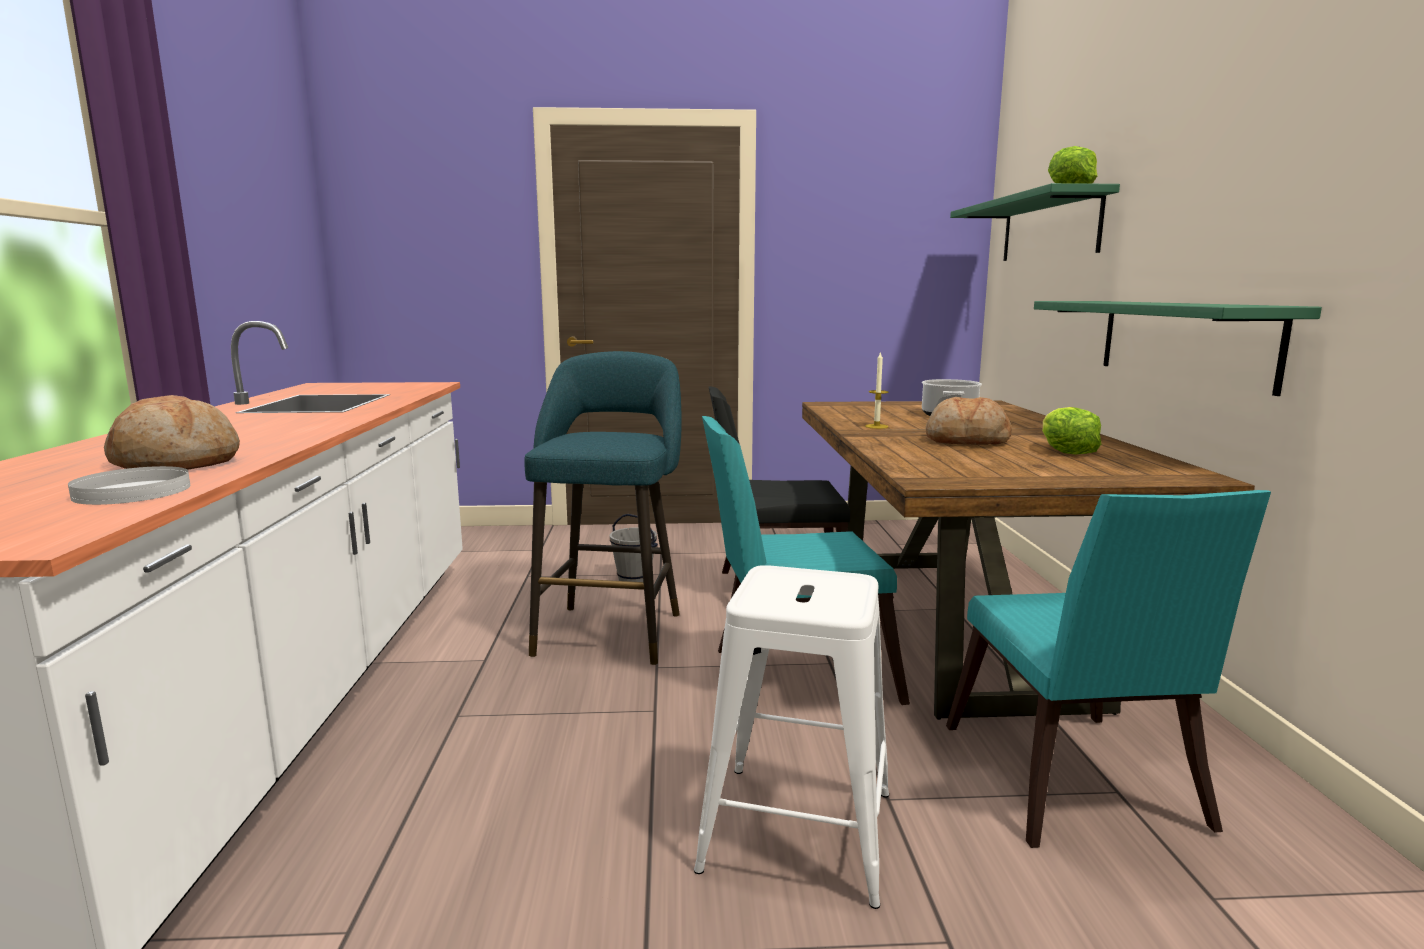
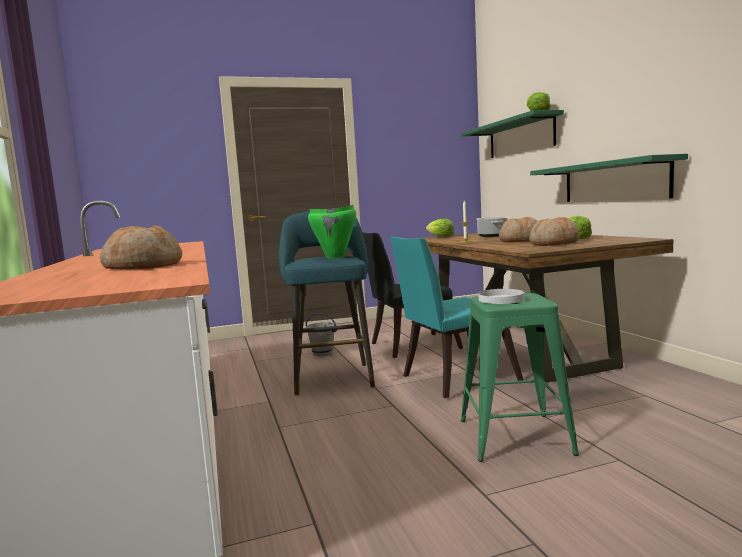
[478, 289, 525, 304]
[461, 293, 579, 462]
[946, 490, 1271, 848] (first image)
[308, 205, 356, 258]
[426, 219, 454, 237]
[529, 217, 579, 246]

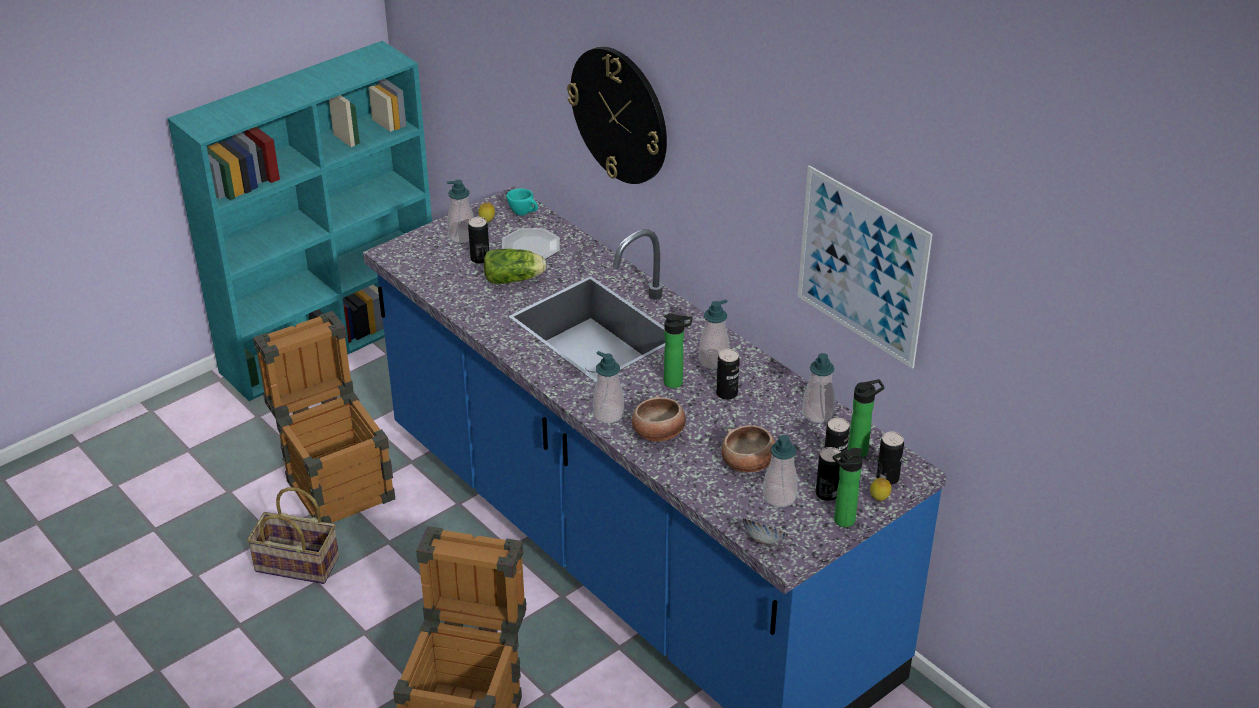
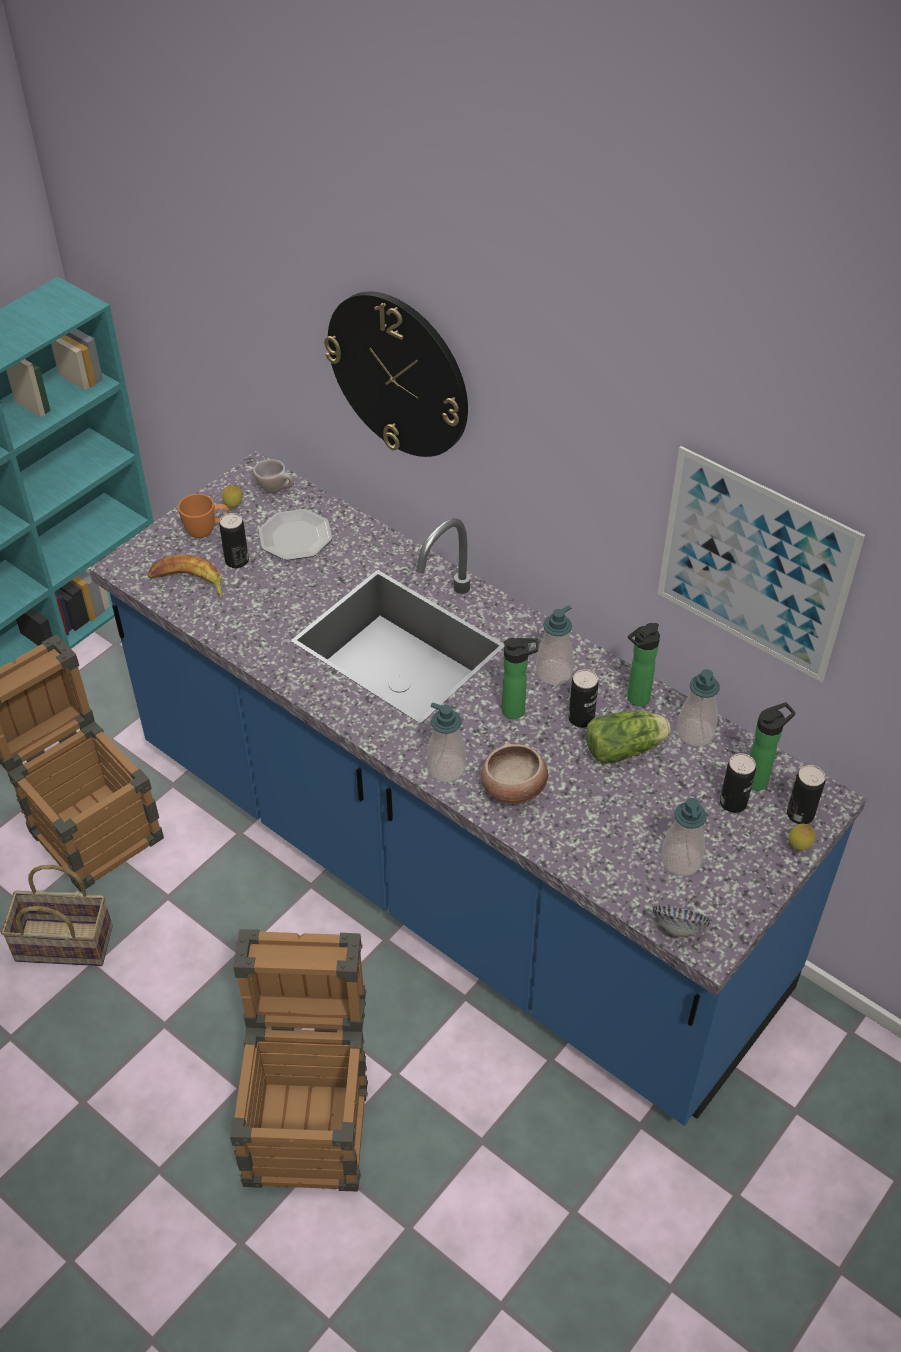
[178, 494, 230, 538]
[586, 711, 671, 763]
[253, 459, 294, 493]
[722, 425, 776, 472] (first image)
[816, 447, 841, 501] (first image)
[627, 623, 660, 706]
[148, 554, 223, 598]

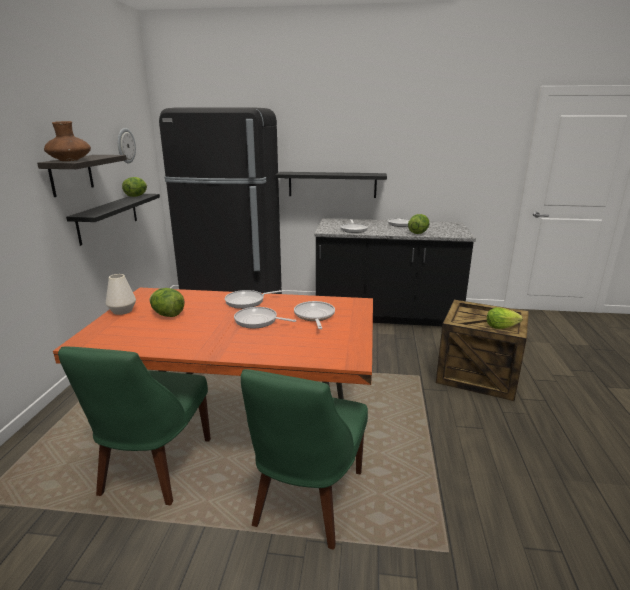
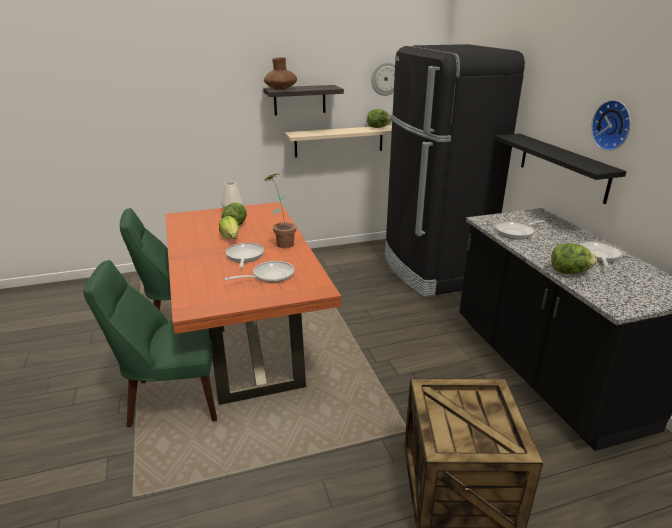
[285, 125, 392, 158]
[262, 173, 296, 248]
[219, 216, 239, 239]
[591, 100, 631, 151]

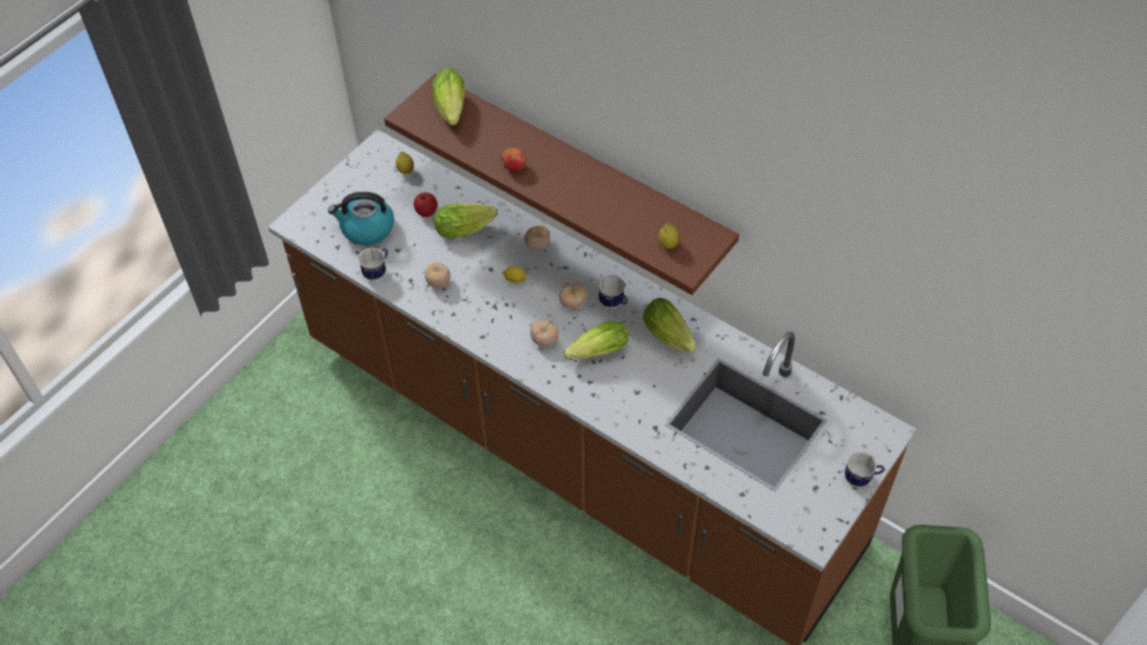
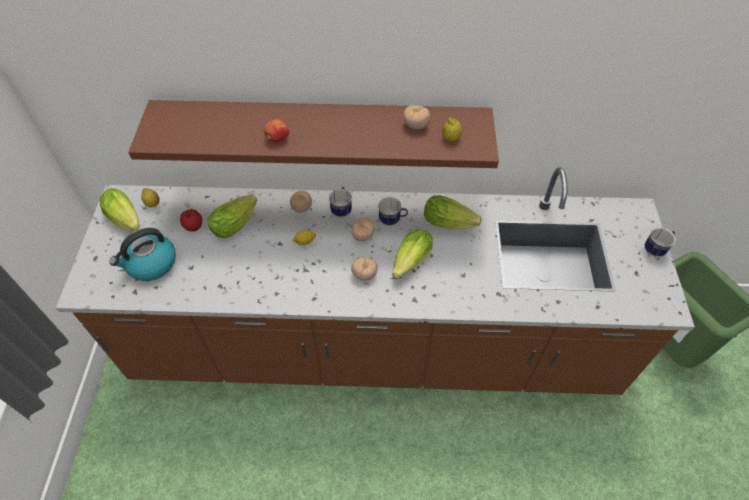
[329, 187, 352, 218]
[403, 105, 431, 130]
[99, 188, 140, 231]

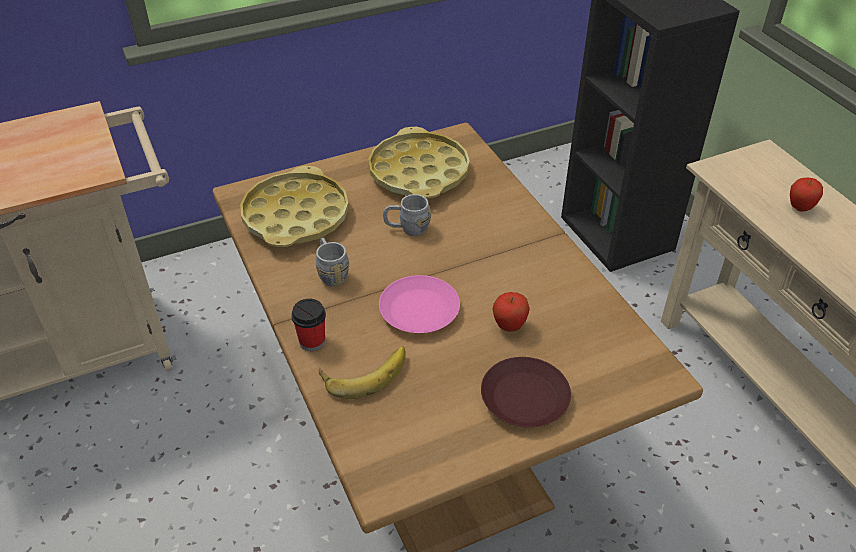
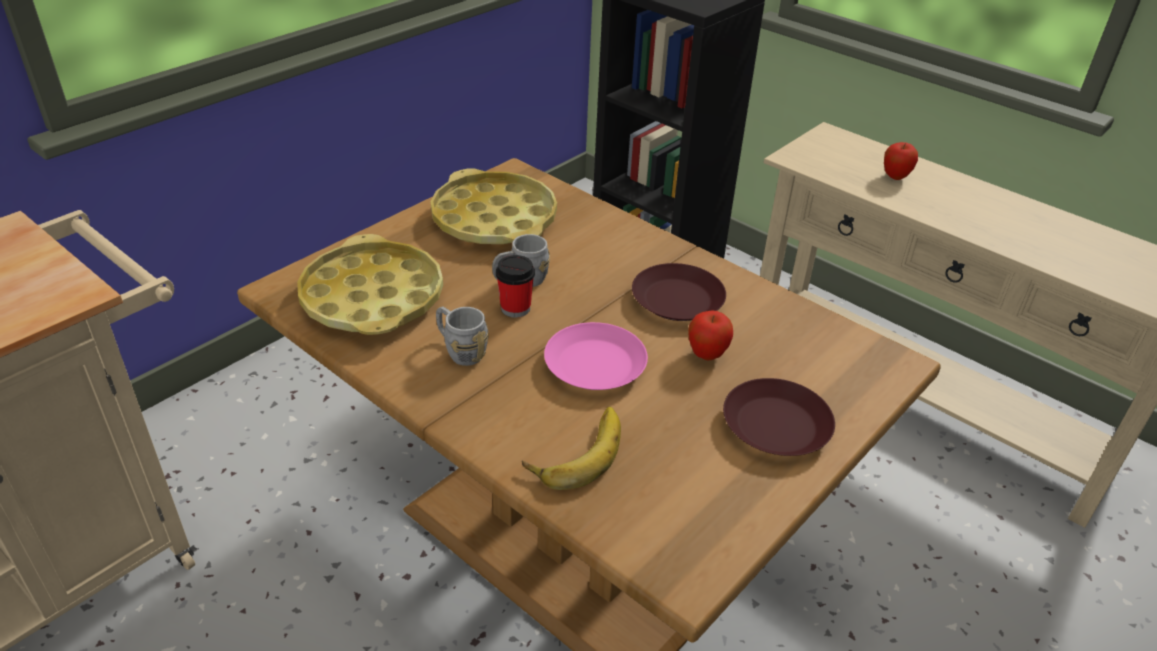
[496, 255, 535, 318]
[632, 263, 726, 321]

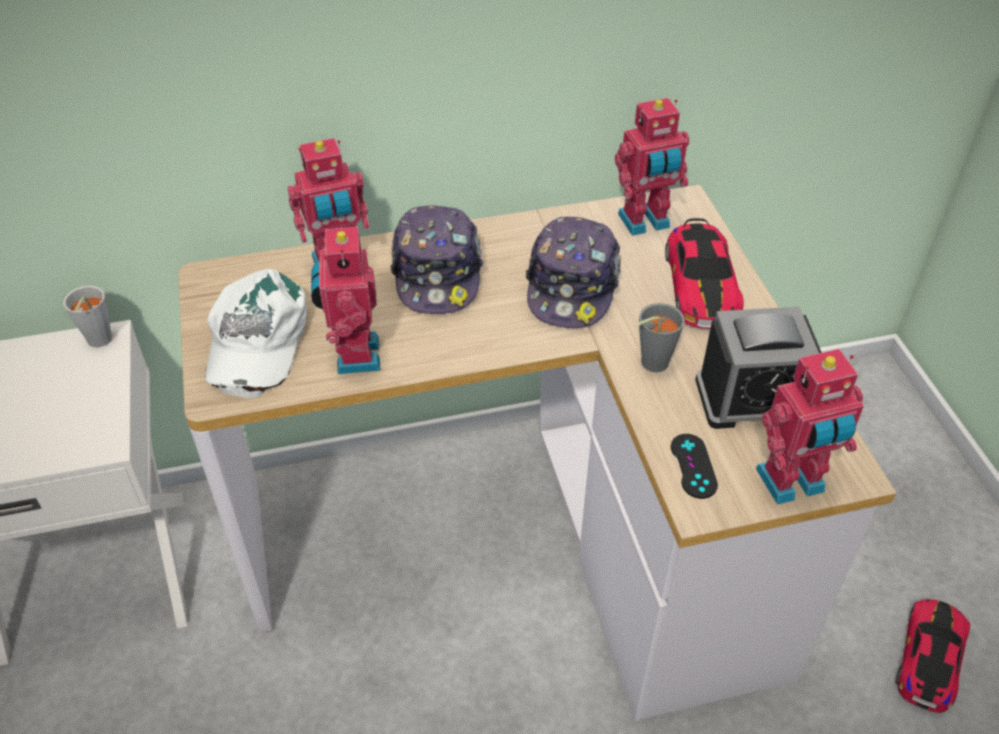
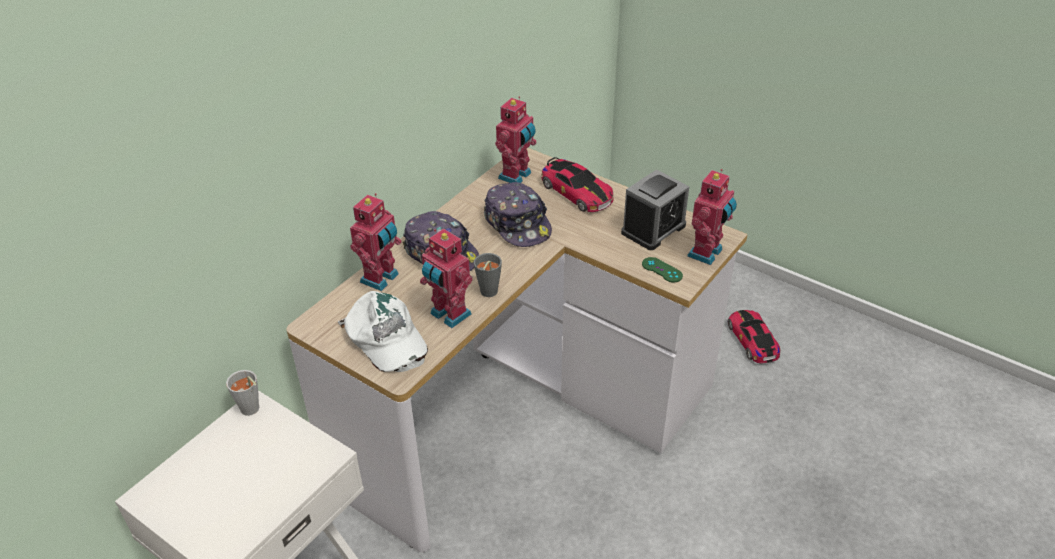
[474, 253, 502, 297]
[642, 257, 683, 282]

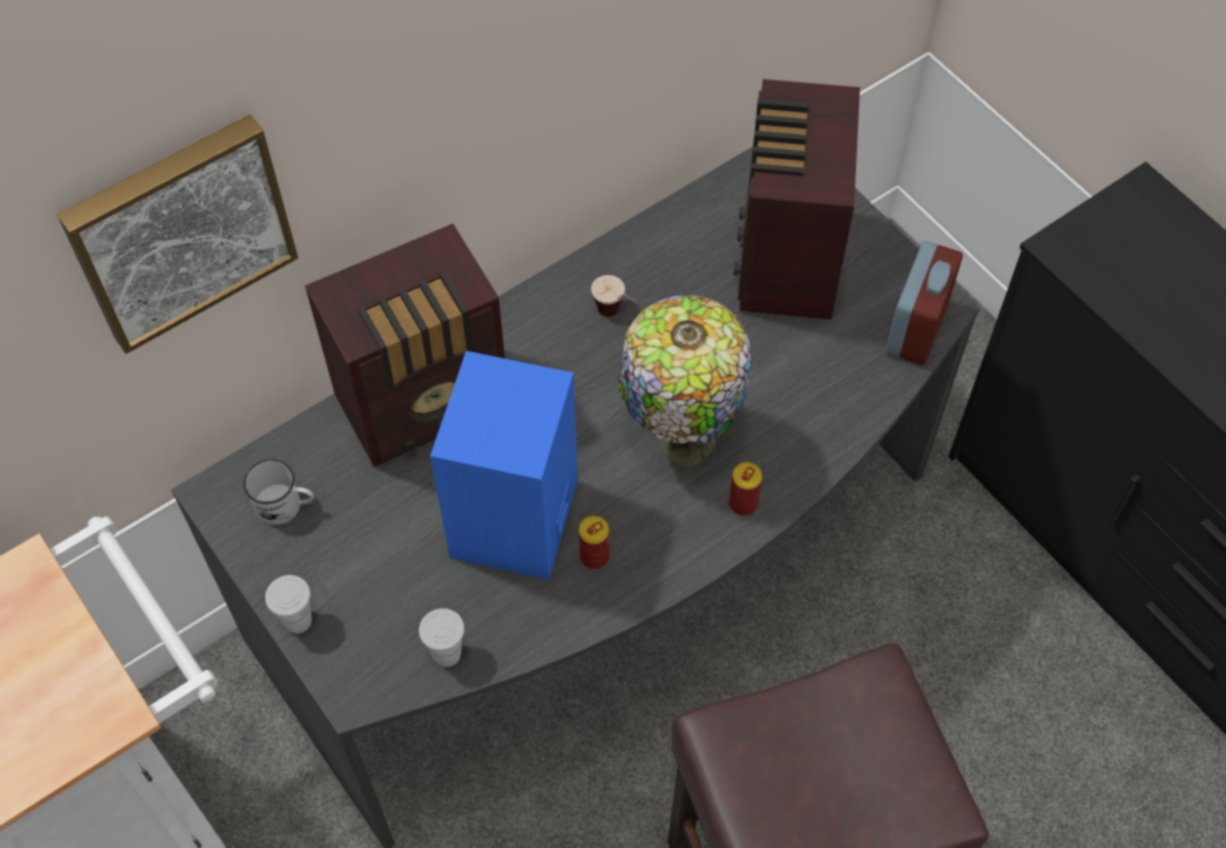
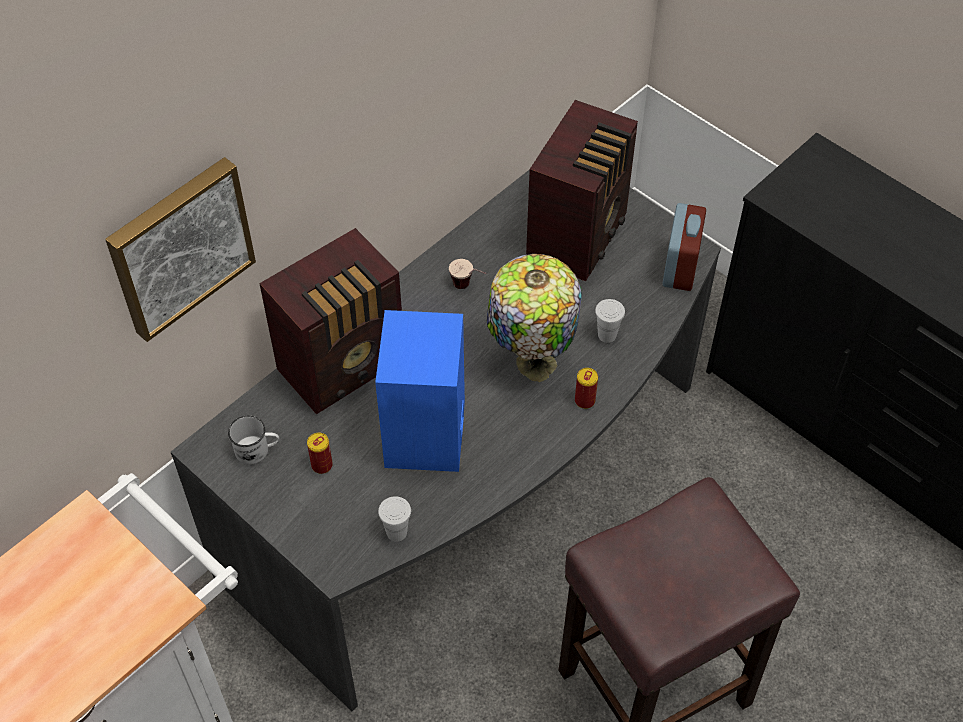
[595, 299, 625, 343]
[307, 433, 333, 474]
[526, 100, 638, 281]

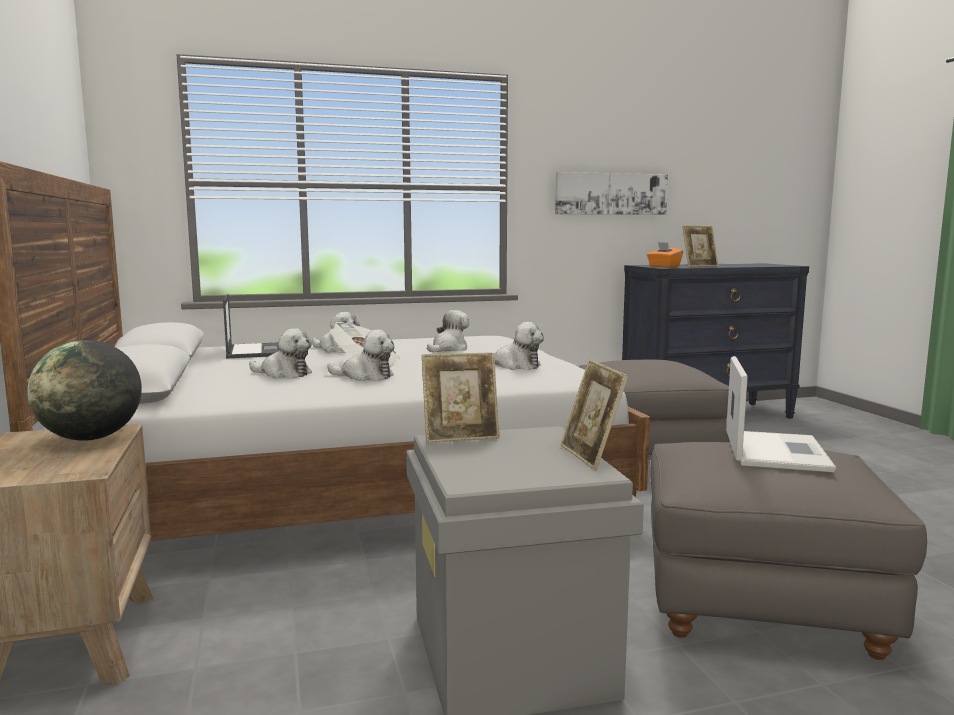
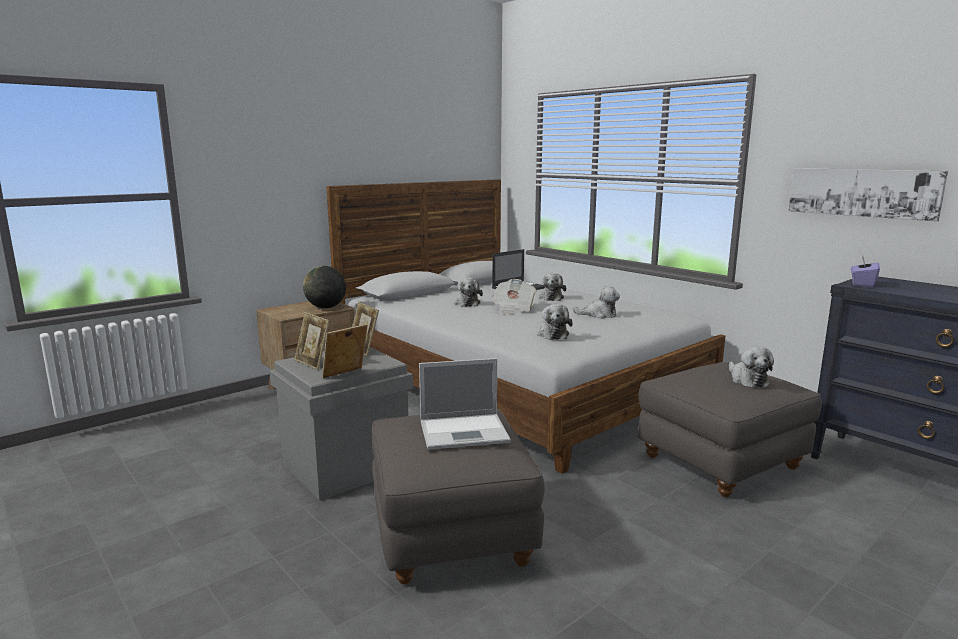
[729, 346, 774, 388]
[851, 257, 880, 288]
[294, 312, 330, 370]

